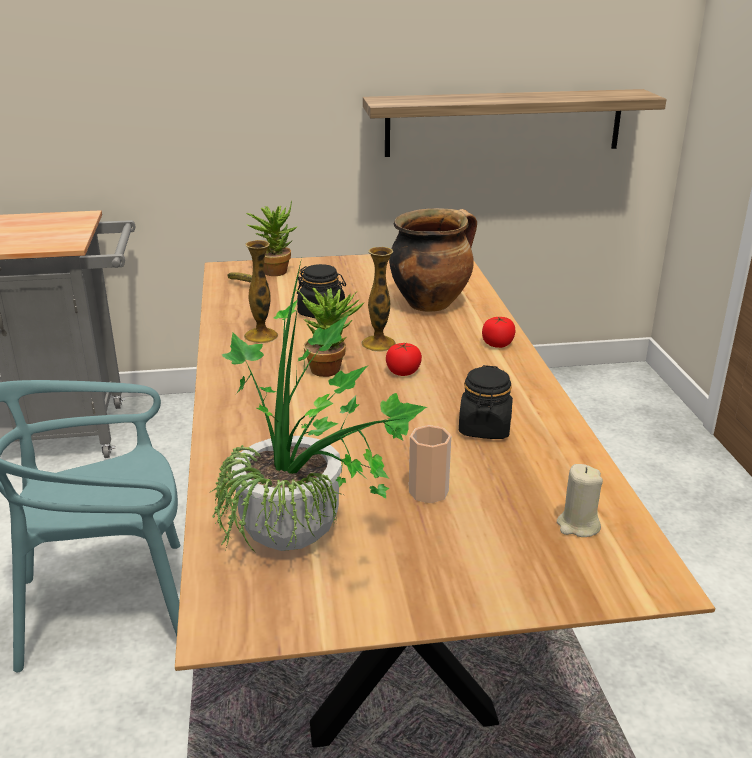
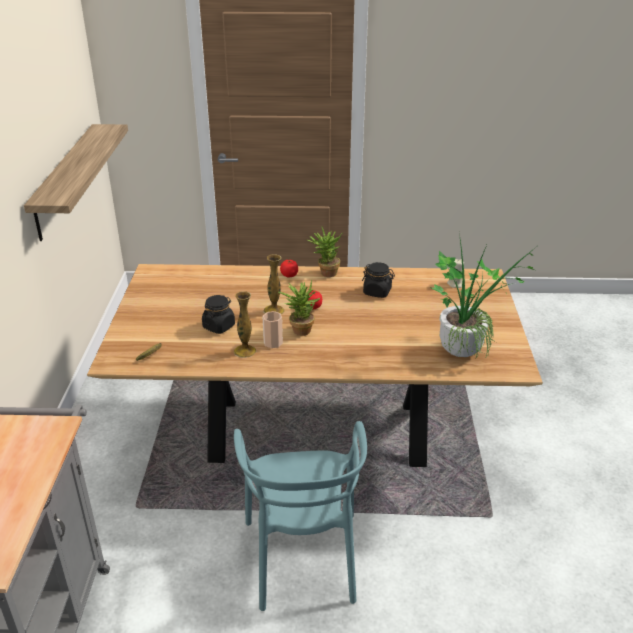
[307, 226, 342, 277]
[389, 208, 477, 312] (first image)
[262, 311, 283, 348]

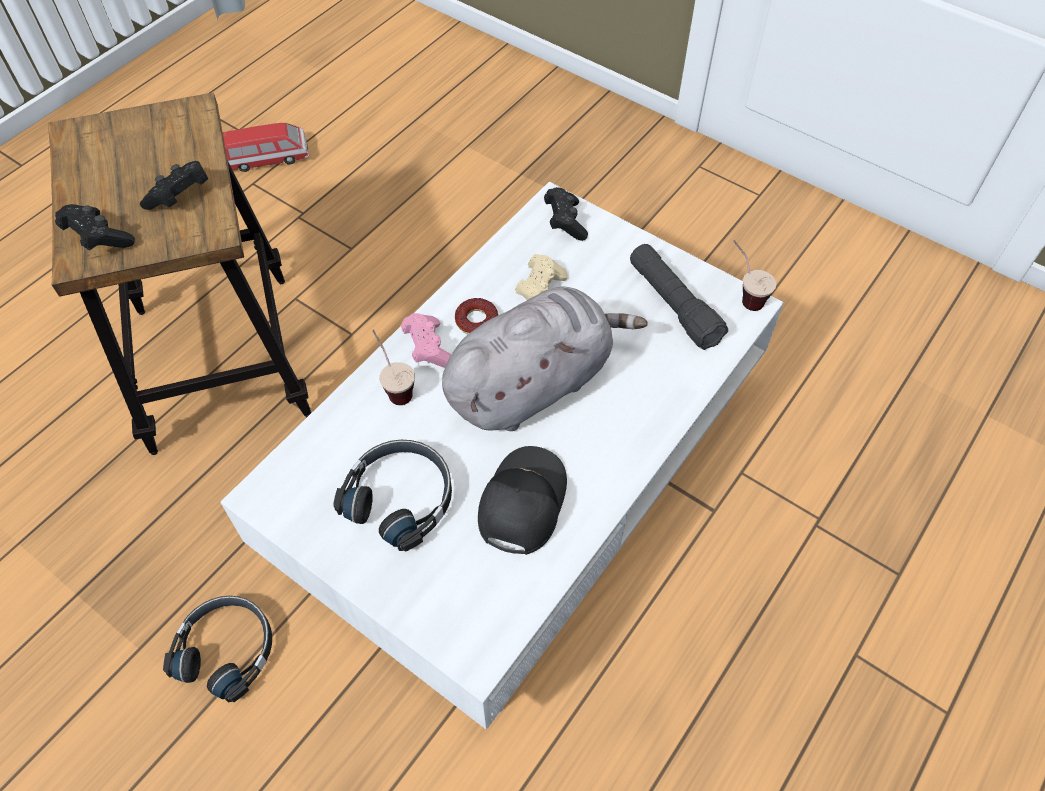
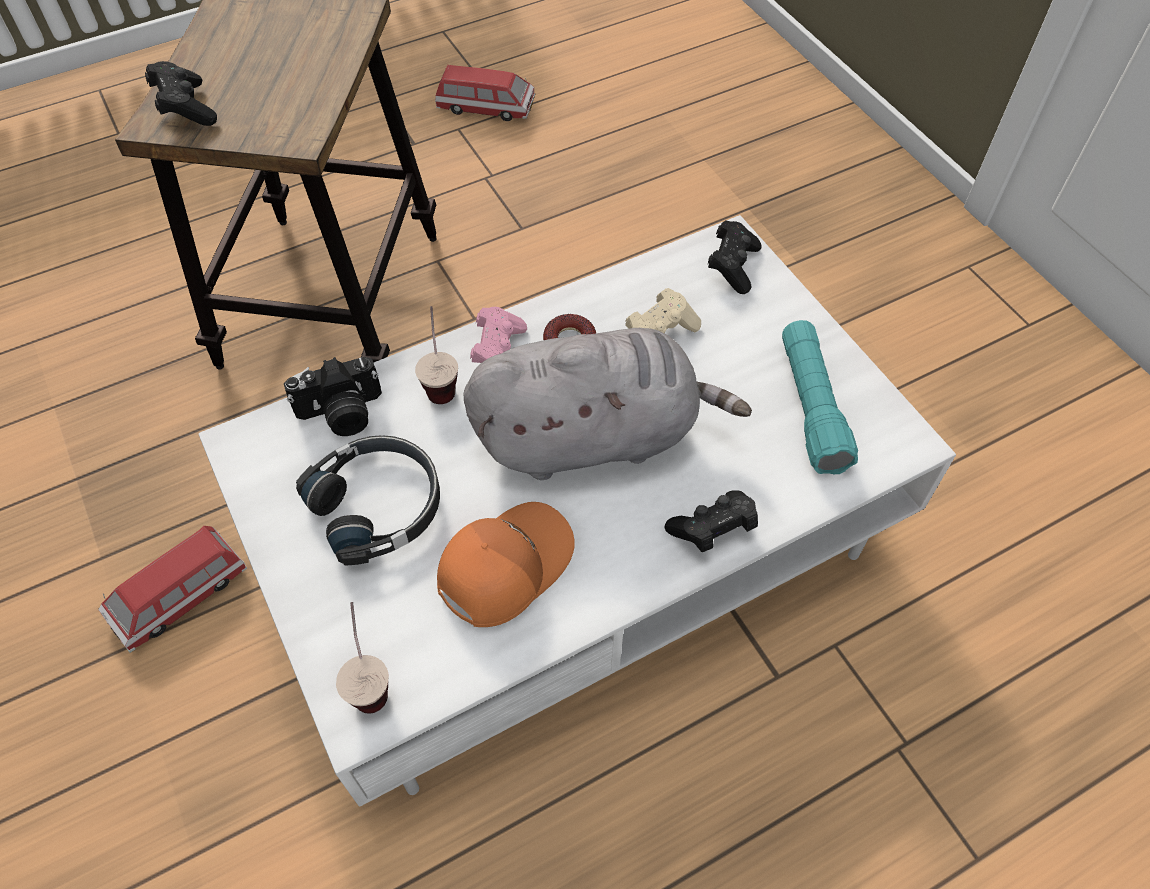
[664, 490, 758, 552]
[98, 526, 247, 653]
[437, 502, 575, 627]
[782, 320, 858, 474]
[336, 602, 389, 714]
[284, 357, 382, 436]

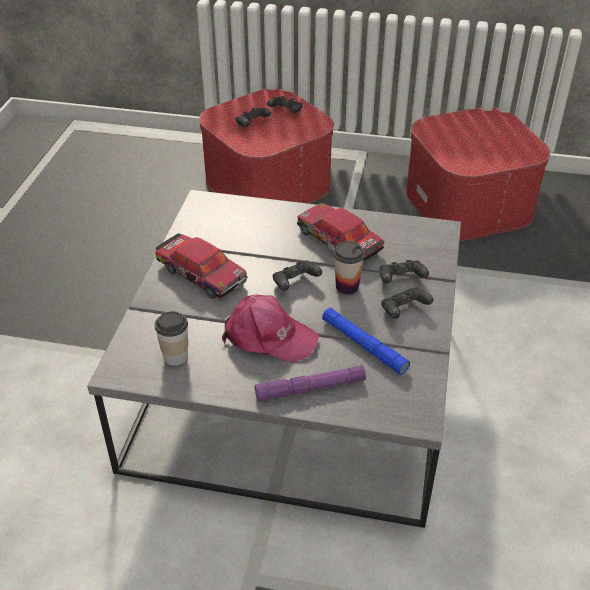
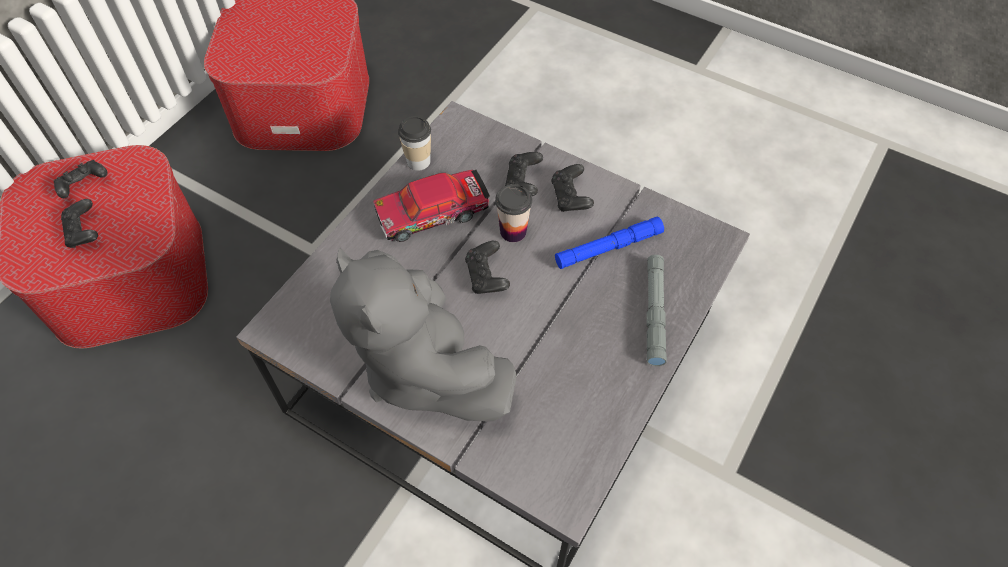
[330, 248, 517, 422]
[398, 116, 431, 171]
[222, 294, 319, 363] (first image)
[647, 255, 667, 366]

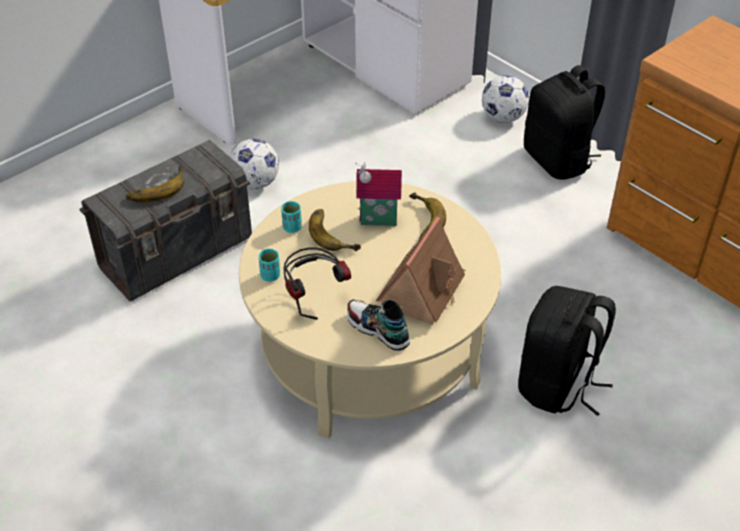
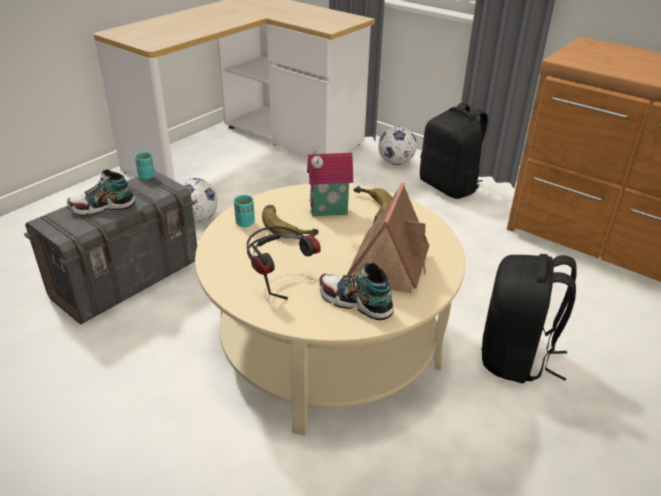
[67, 169, 135, 216]
[135, 152, 154, 179]

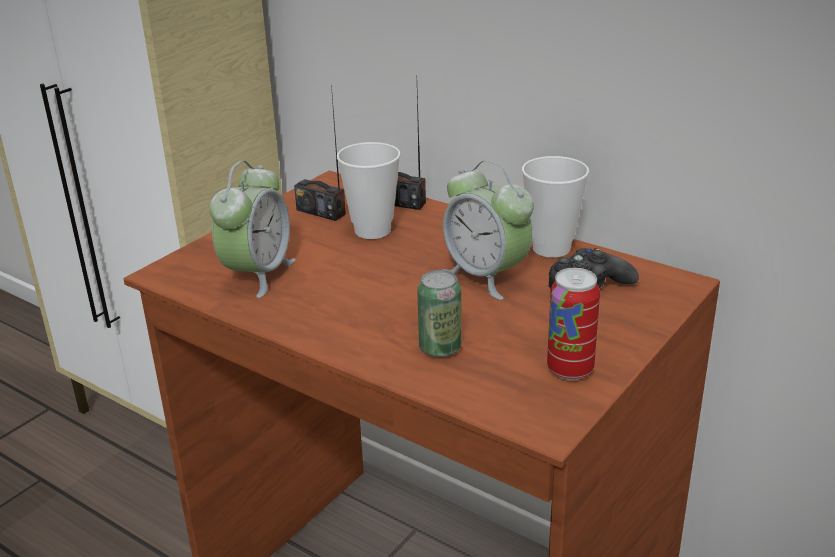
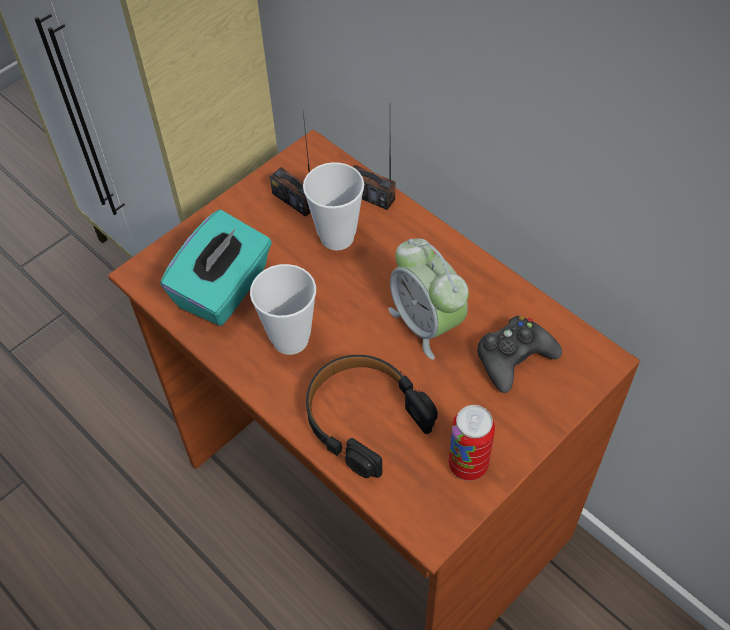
[160, 210, 272, 326]
[306, 355, 438, 478]
[250, 264, 316, 355]

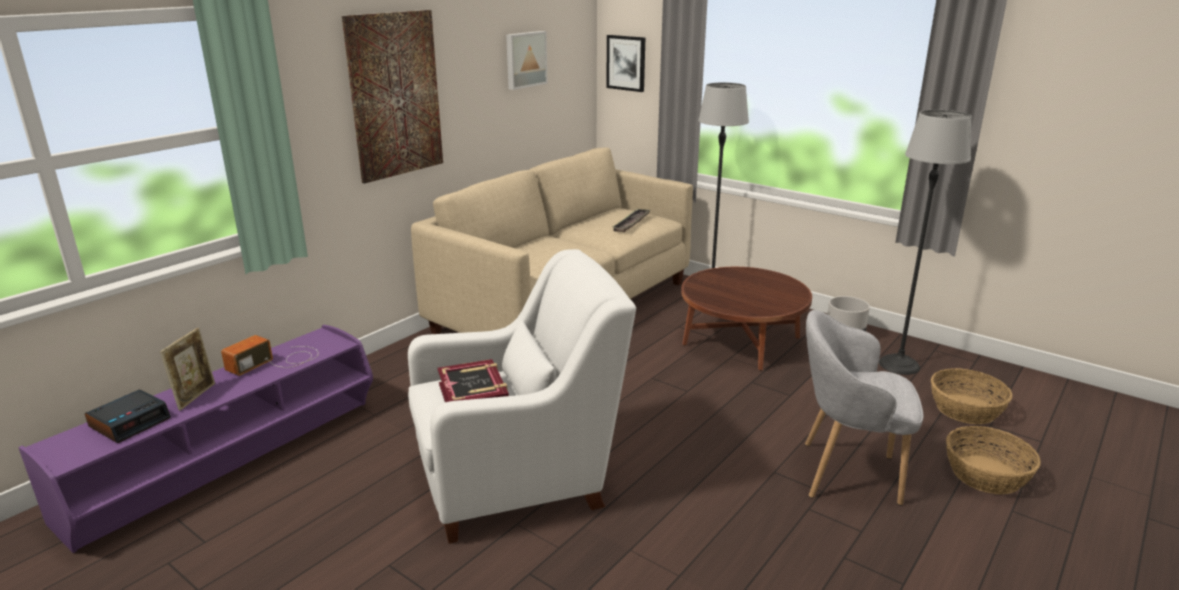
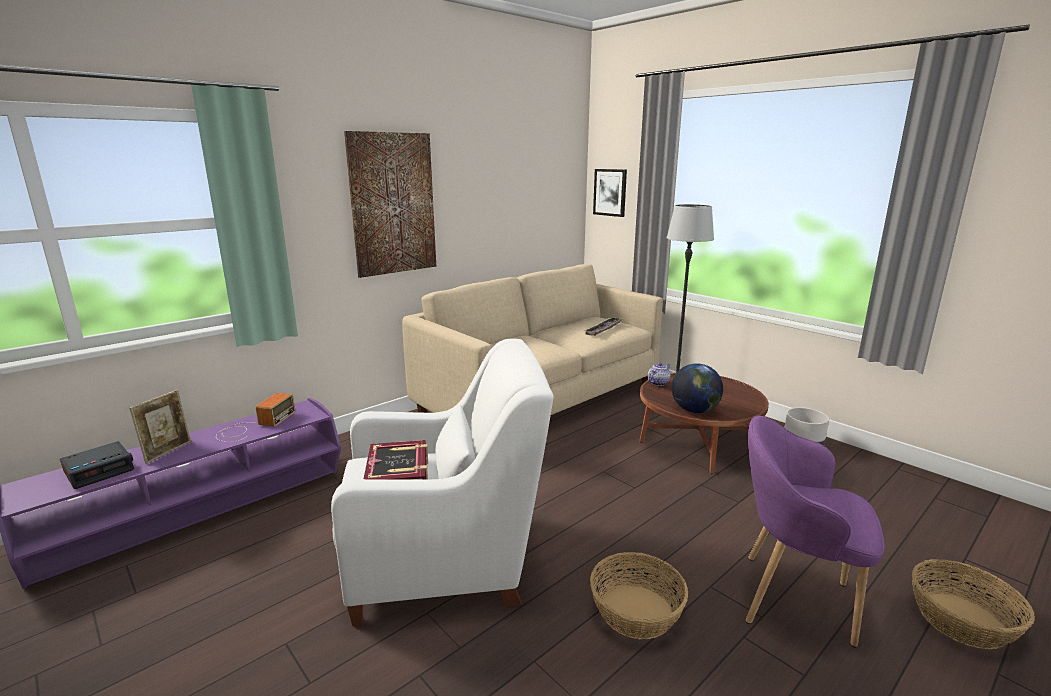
[216, 393, 295, 442]
[506, 31, 548, 90] (first image)
[745, 415, 885, 647]
[879, 110, 972, 375] (first image)
[590, 552, 688, 639]
[648, 363, 671, 386]
[671, 363, 723, 413]

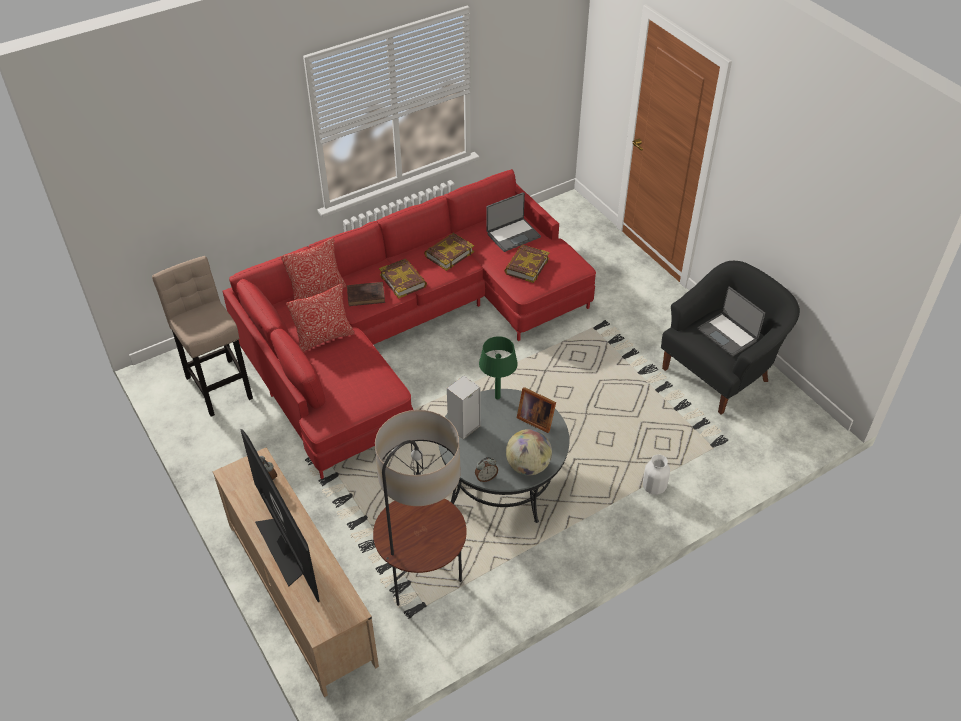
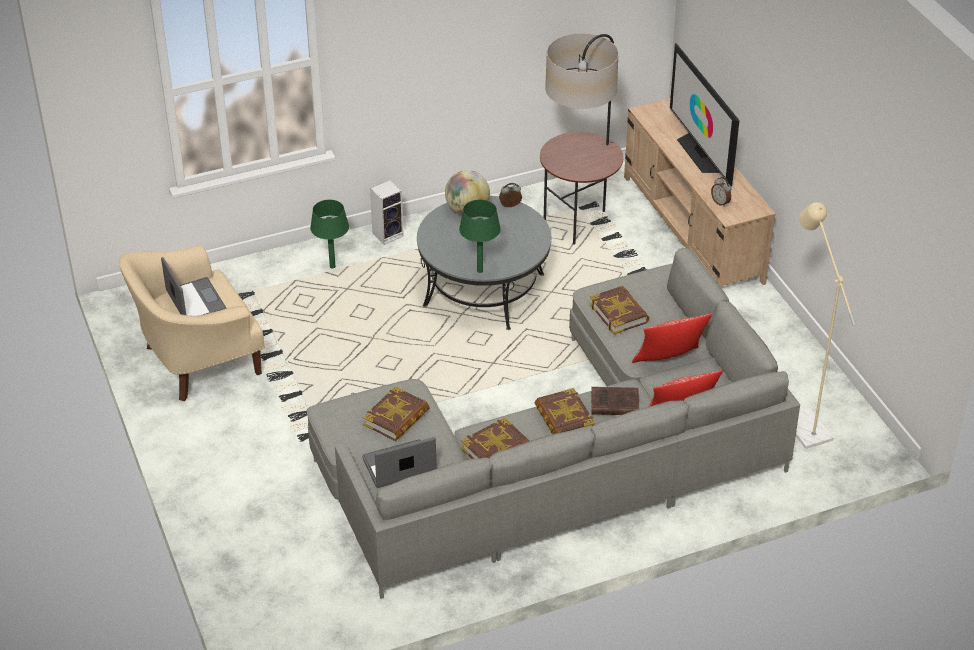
[796, 202, 856, 449]
[307, 248, 800, 599]
[370, 180, 404, 245]
[517, 387, 556, 433] (first image)
[310, 200, 349, 269]
[118, 245, 265, 401]
[590, 286, 650, 335]

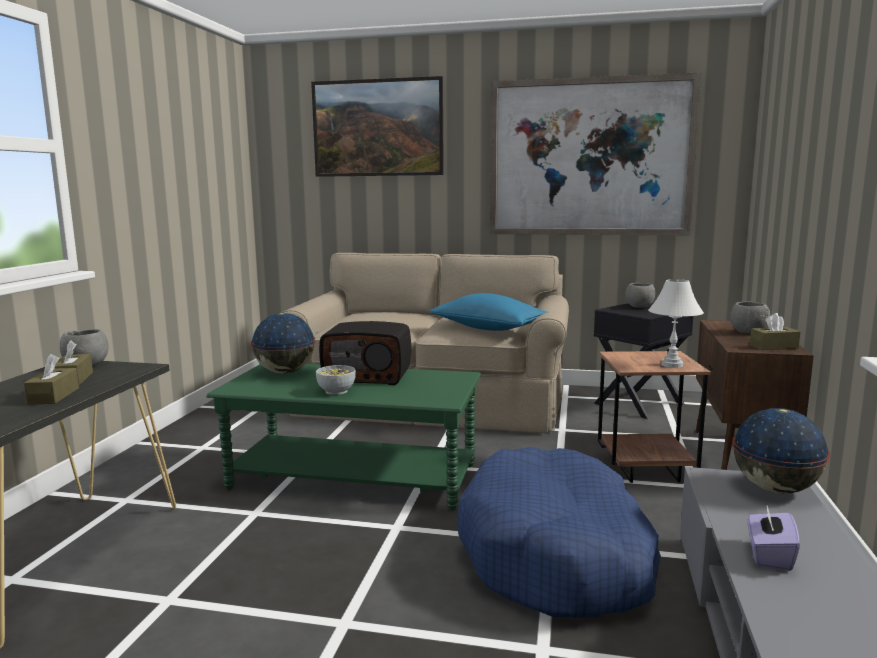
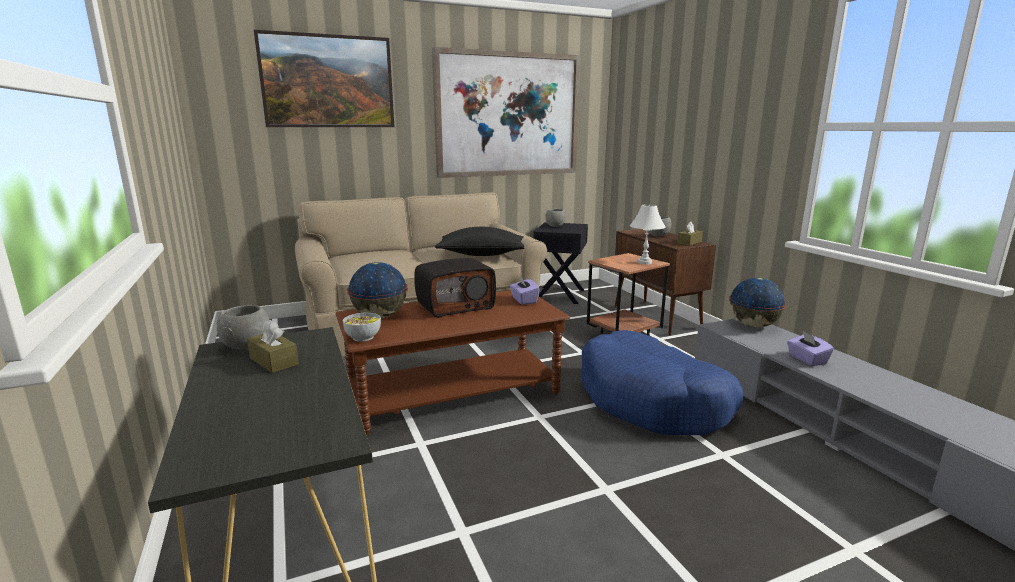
[24, 354, 79, 405] (first image)
[336, 290, 570, 434]
[343, 313, 381, 342]
[435, 227, 525, 256]
[510, 275, 539, 305]

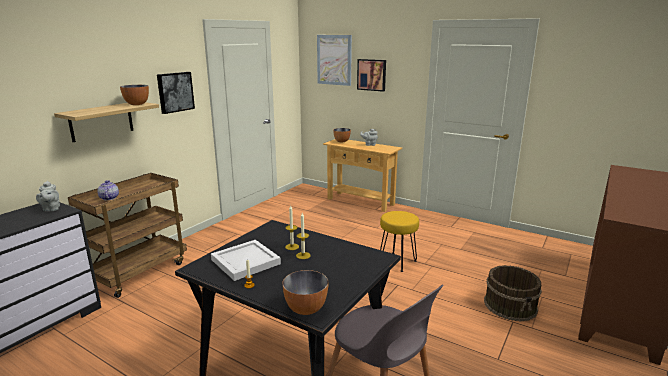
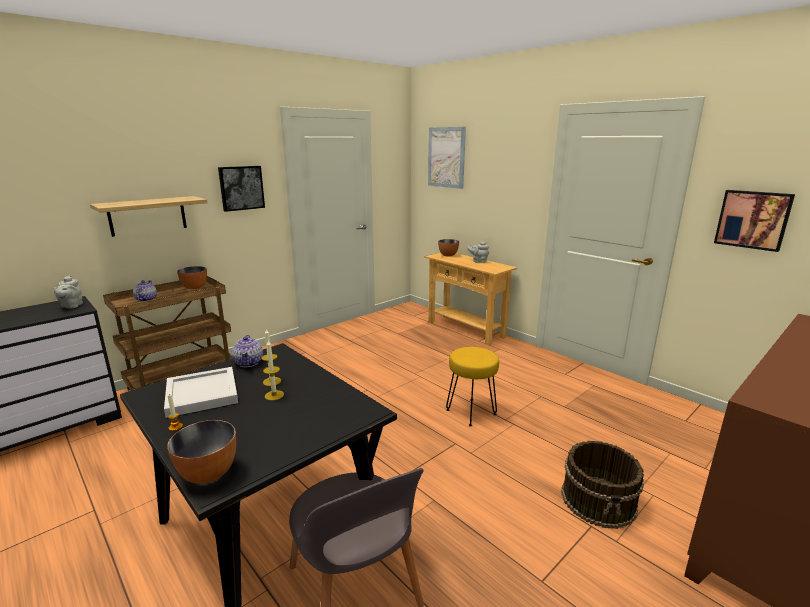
[177, 266, 207, 289]
[714, 190, 795, 252]
[232, 335, 263, 367]

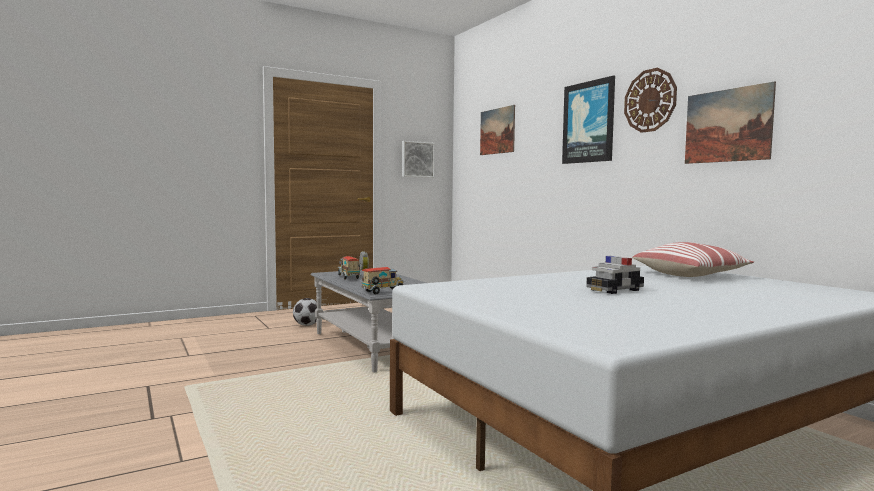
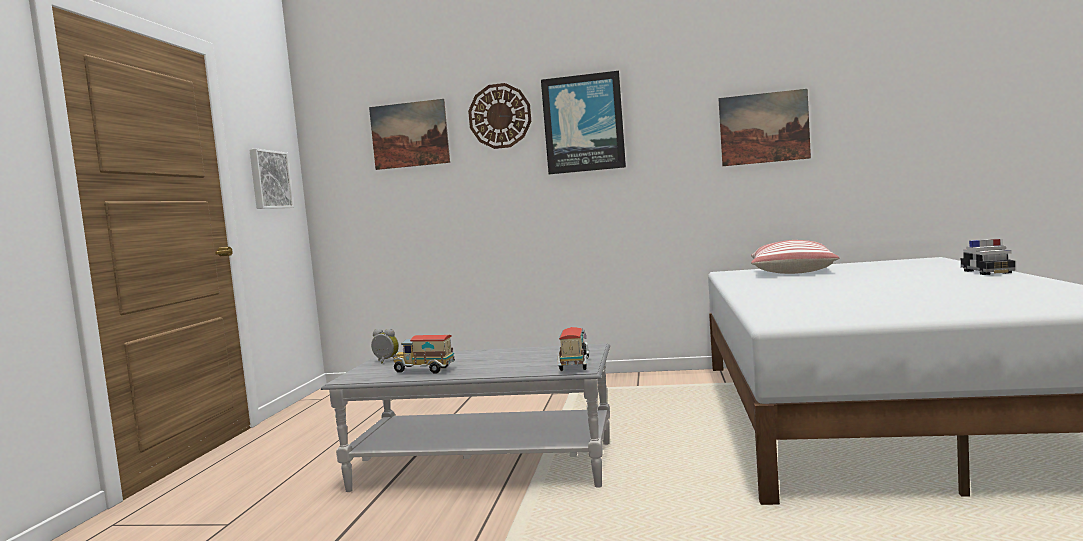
[293, 298, 317, 326] (first image)
[961, 239, 1016, 275]
[468, 83, 531, 149]

